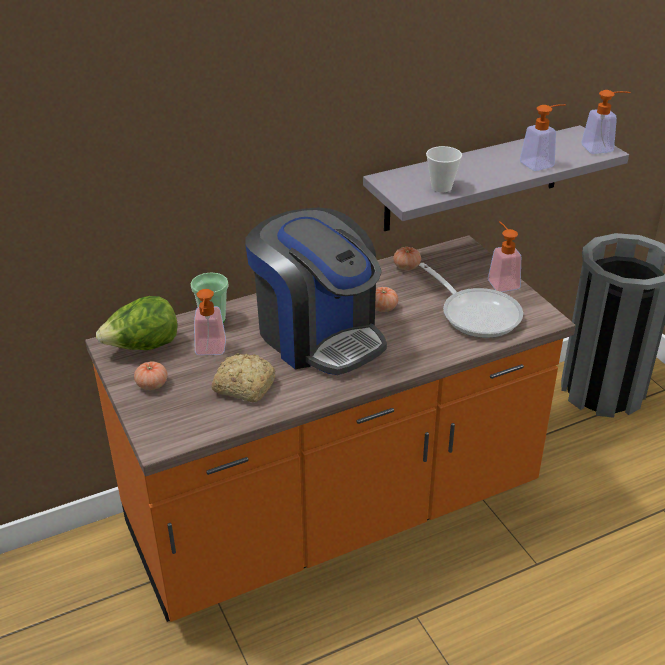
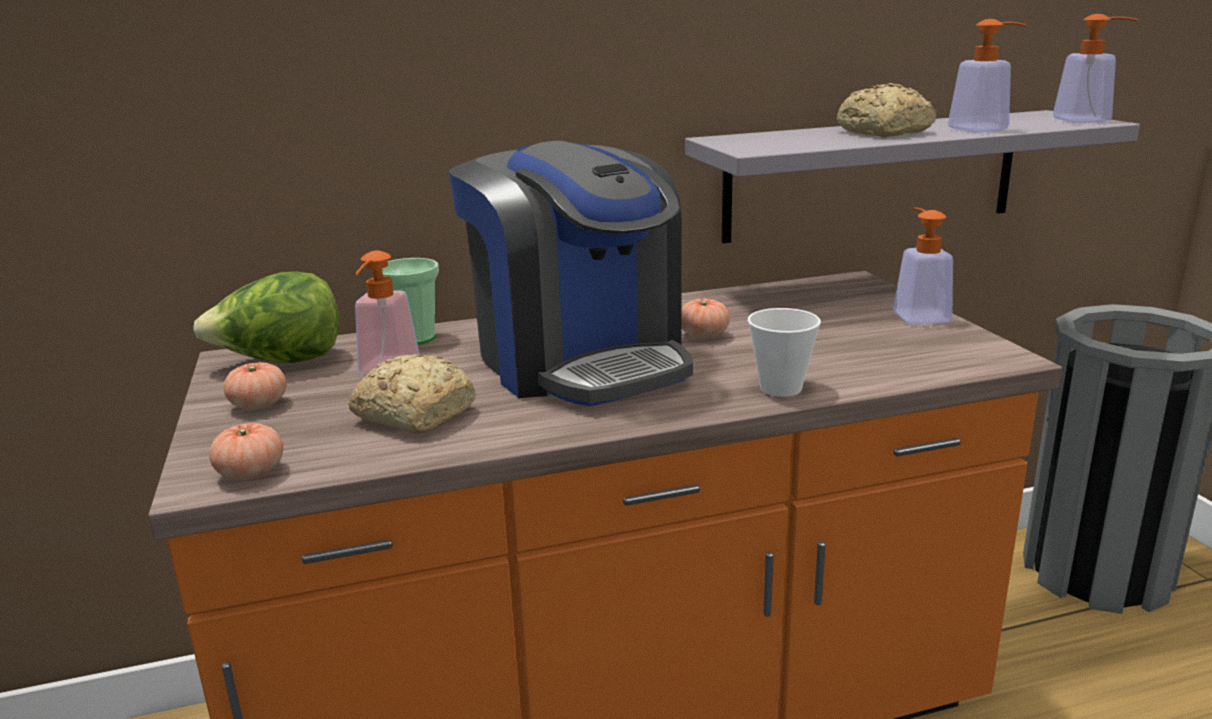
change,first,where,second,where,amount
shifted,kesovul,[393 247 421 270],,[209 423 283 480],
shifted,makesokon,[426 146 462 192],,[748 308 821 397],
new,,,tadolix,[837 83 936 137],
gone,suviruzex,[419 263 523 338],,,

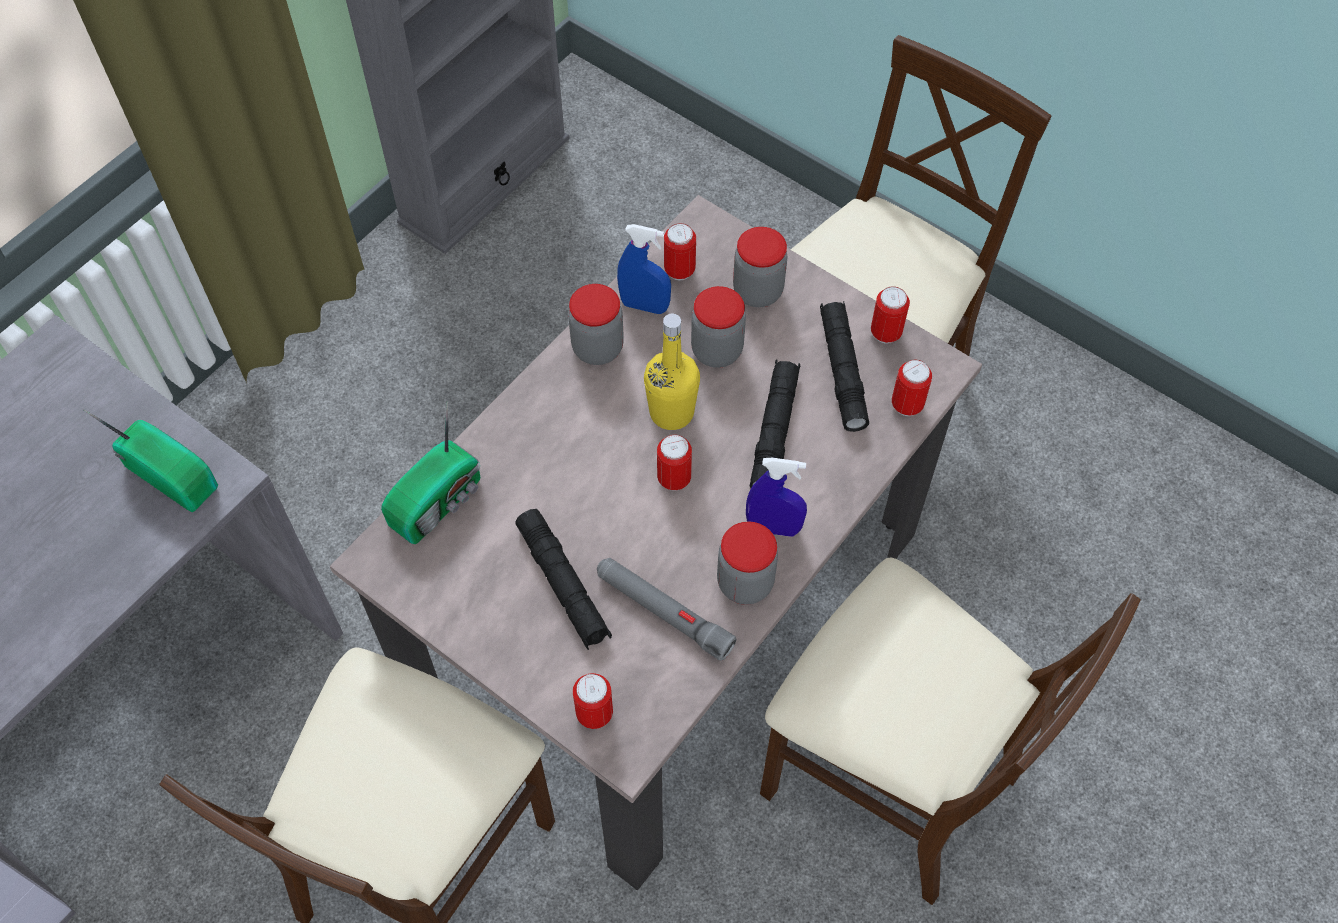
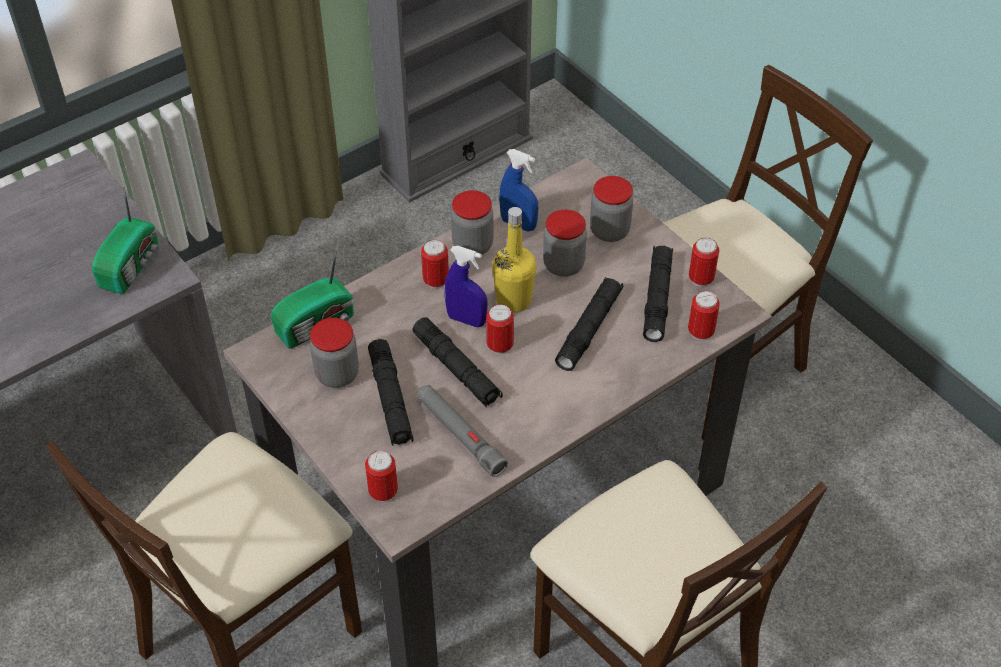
change,first,where,second,where,amount
rotated,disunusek,[84 410 218 512],,[92 180 159 294],60 degrees clockwise
shifted,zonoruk,[717 521 778 605],,[310 318 359 388],
new,,,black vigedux,[412 317 503 407],
shifted,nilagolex,[664 223 696 280],,[421 239 449 289],
shifted,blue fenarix,[746 458 807 537],,[444 246 488 327],

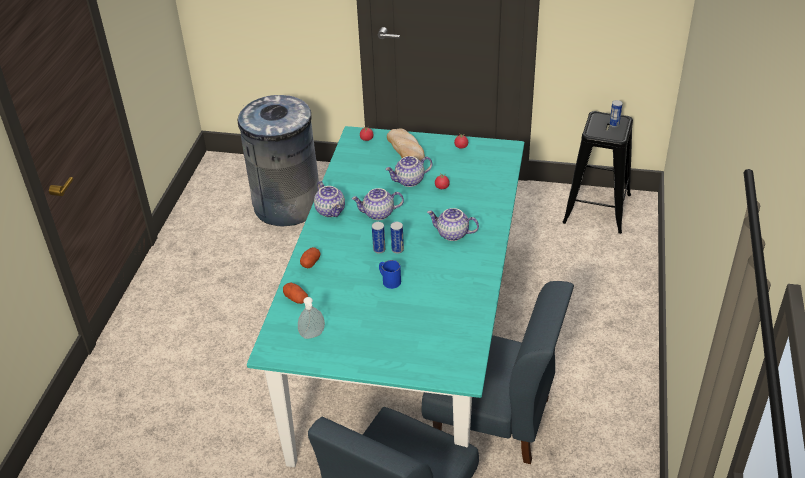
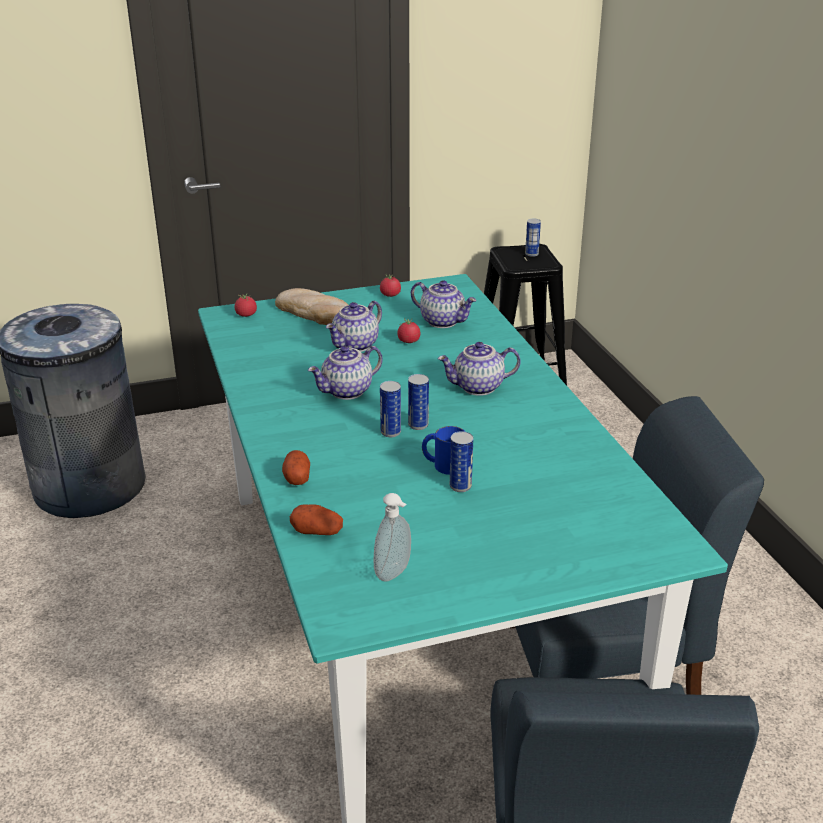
change,first,where,second,where,amount
shifted,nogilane,[314 181 345 217],,[411 280 476 328],
new,,,nilagolex,[450 431 473 492],

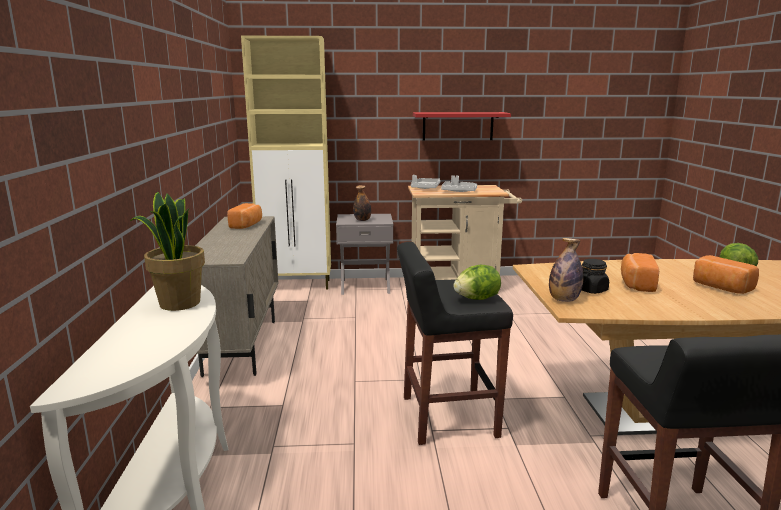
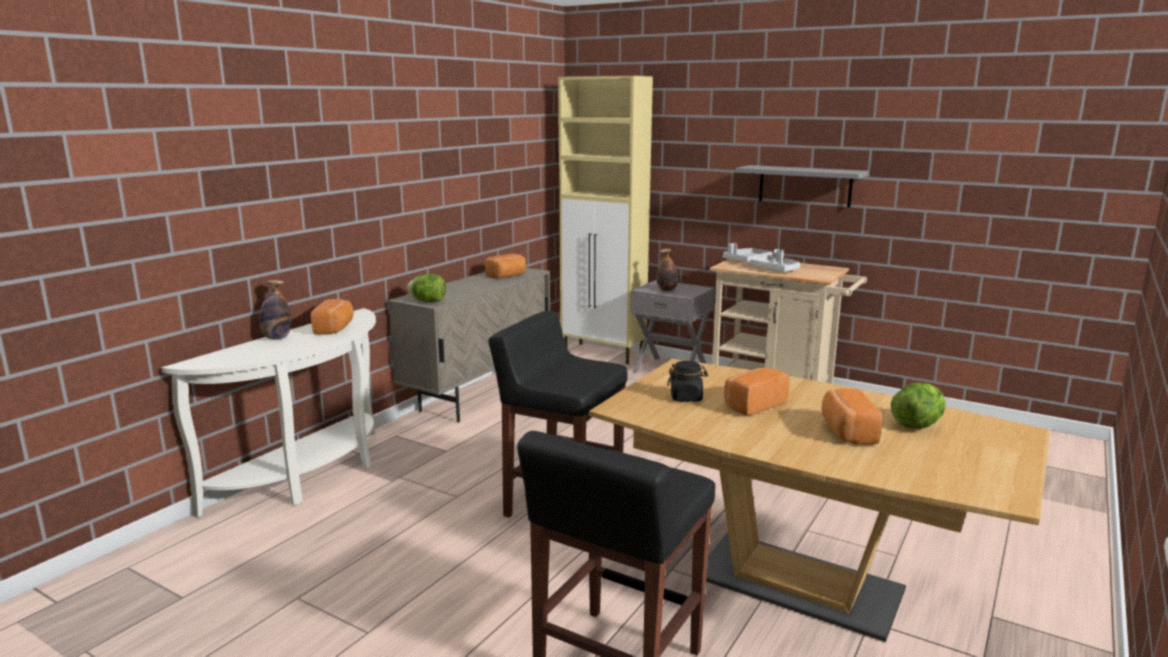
change,first,where,second,where,amount
shifted,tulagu,[549 238 583 302],,[259 280 291 339],
swapped,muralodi,[130 192 205 311],tadolix,[311 299 354 335],
shifted,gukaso,[454 265 501 300],,[407 274 446 302],
repainted,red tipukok,[413 112 511 141],grey tipukok,[736 165 868 208],

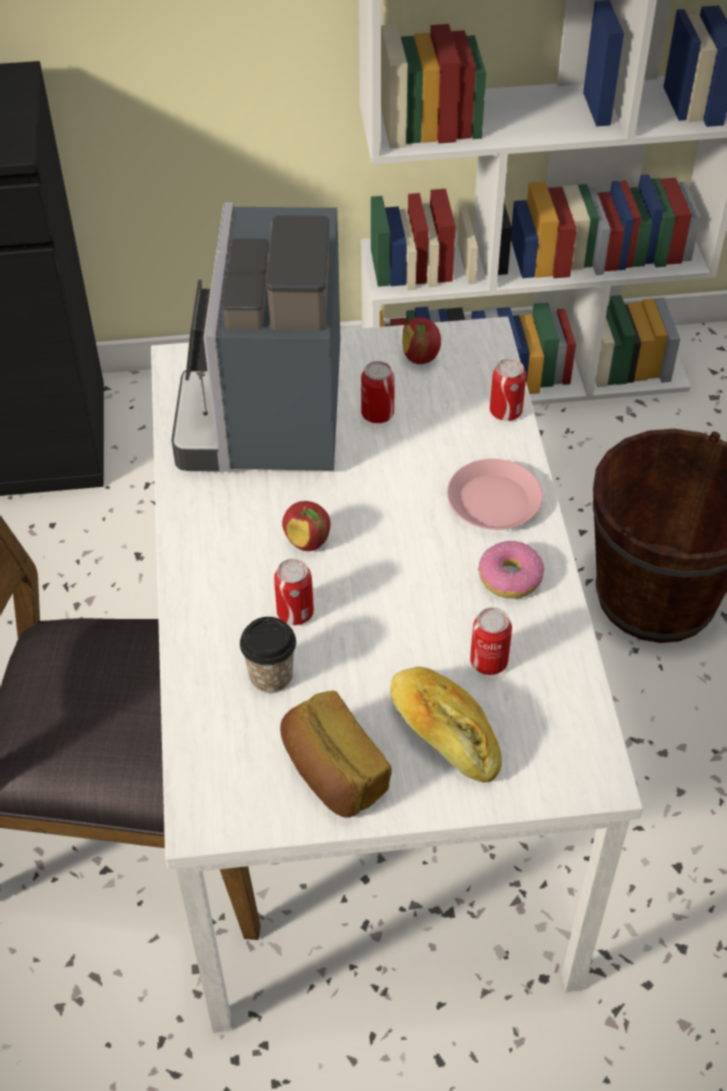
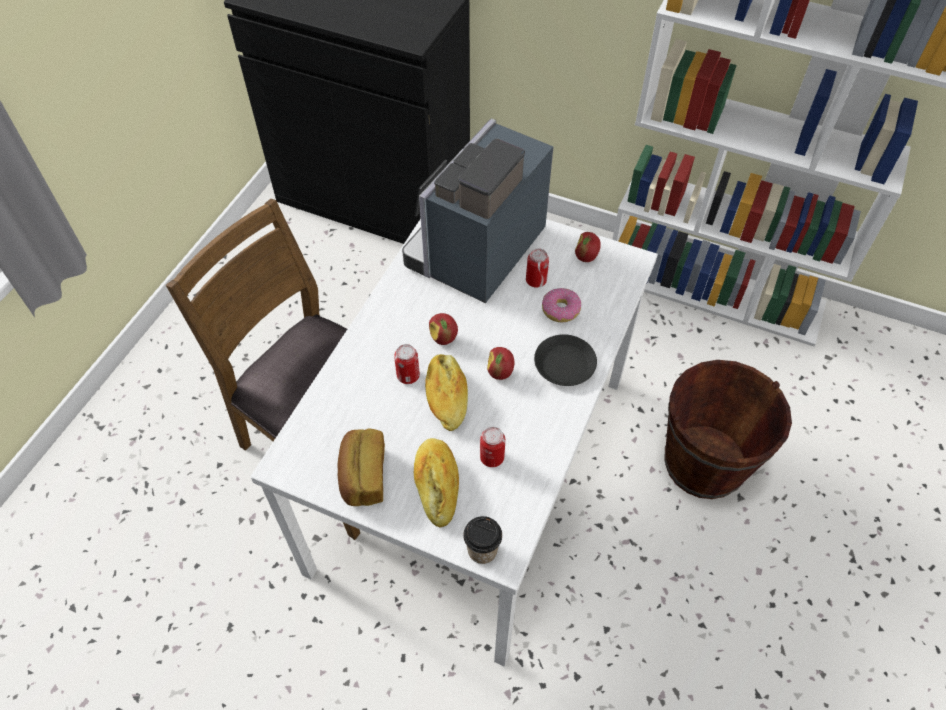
change,first,where,second,where,amount
new,,,tadolix,[425 354 468 431],
shifted,makesokon,[240 617 296 693],,[463 516 502 564],
new,,,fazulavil,[487 347 515 380],
repainted,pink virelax,[447 459 543 530],black virelax,[534 334 597 386],
shifted,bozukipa,[478 541 544 599],,[542 288 581 322],
gone,nilagolex,[490 359 526 421],,,

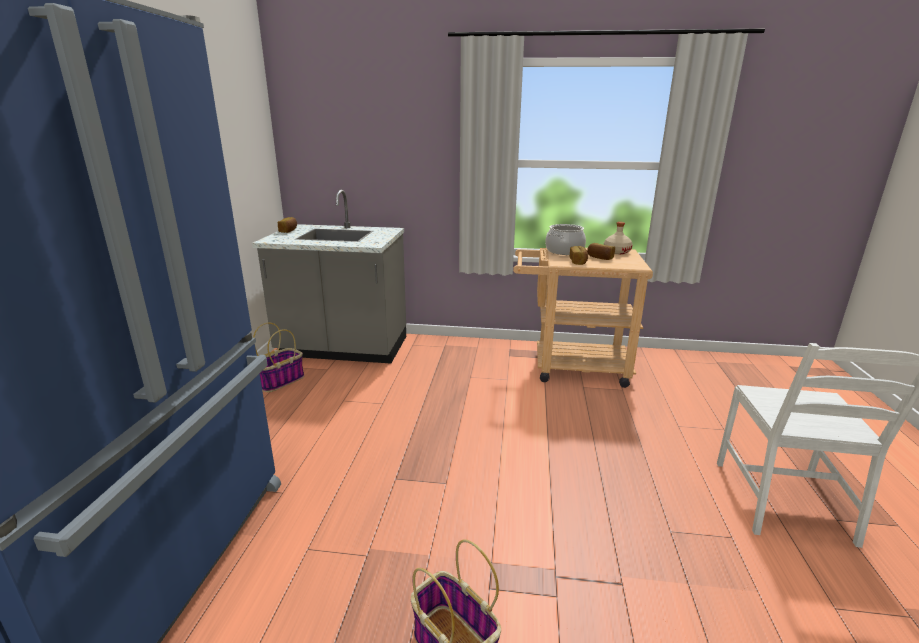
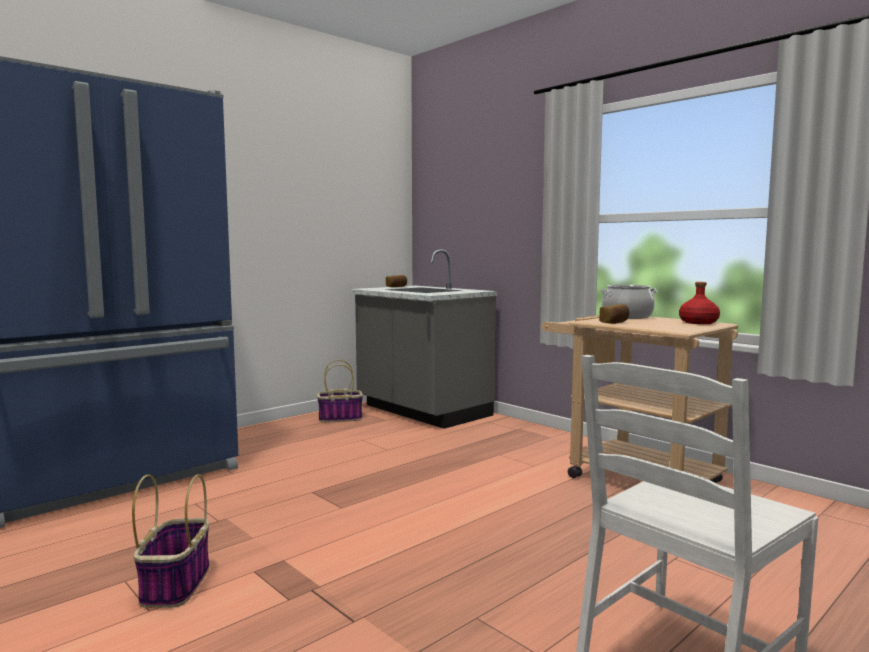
change,first,where,second,where,amount
repainted,beige tulagu,[604 222 633 254],red tulagu,[679 282 720 324],
gone,tadolix,[587 243 615 260],,,

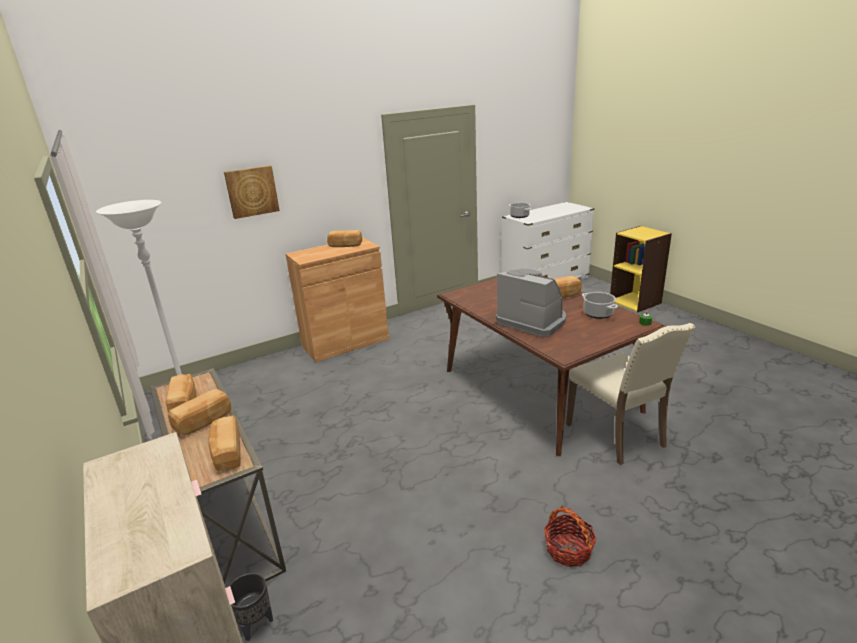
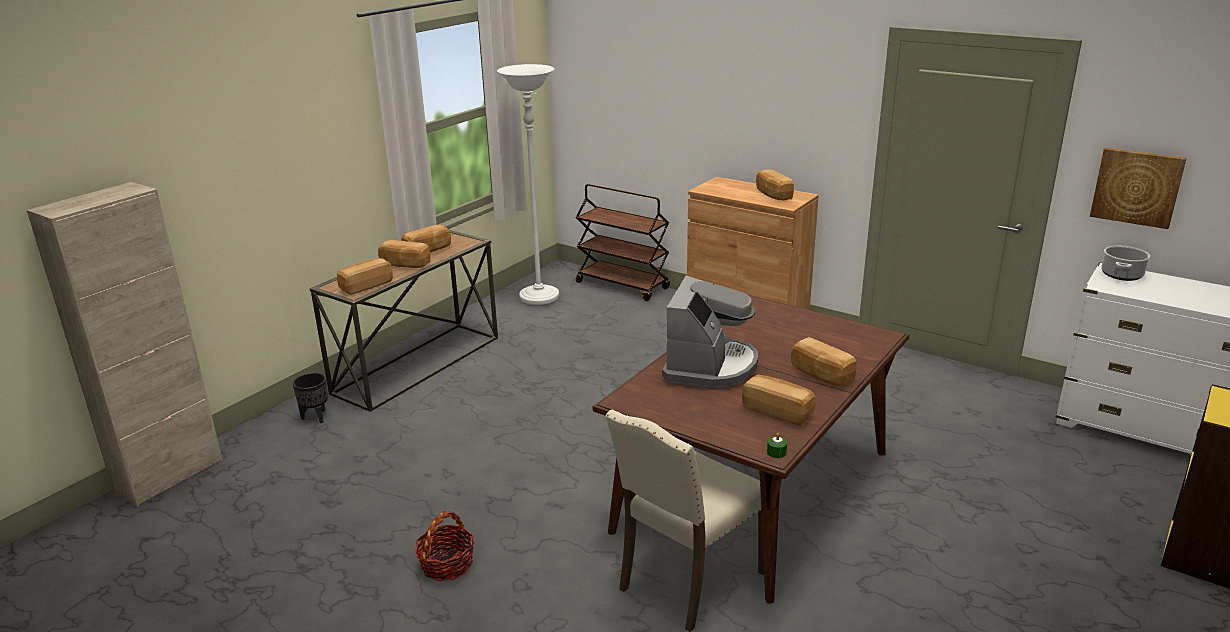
change,first,where,second,where,amount
new,,,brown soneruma,[576 184 670 301],
swapped,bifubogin,[582 292 618 319],tadolix,[742 375 815 426],
shifted,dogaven,[224 165 280 219],,[1090 148 1186 229],

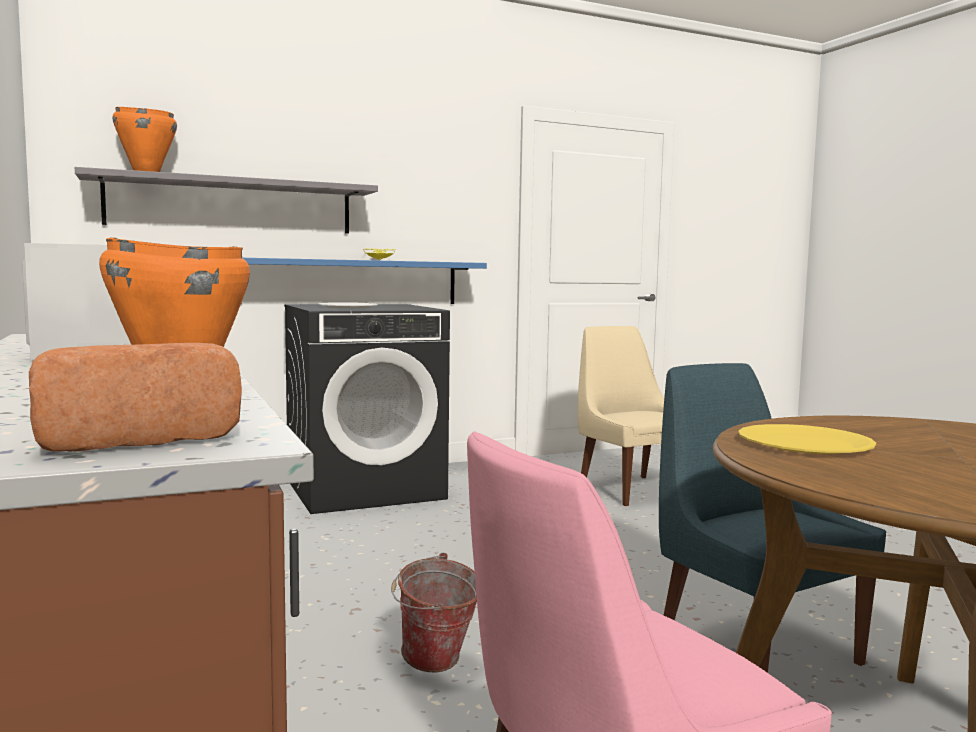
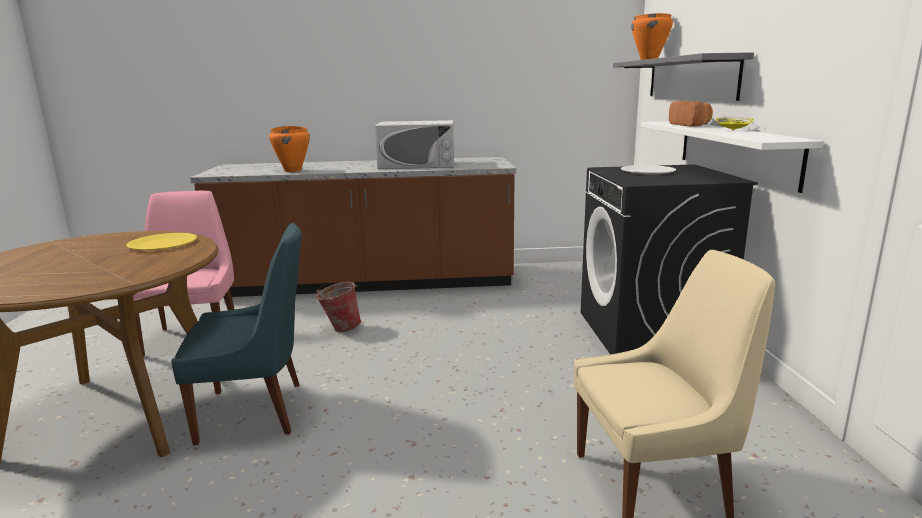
change,first,where,second,where,amount
repainted,blue tipukok,[243 258 487 304],white tipukok,[640 121 824 193],
shifted,tadolix,[29 343 242 451],,[669 101 713 127],

